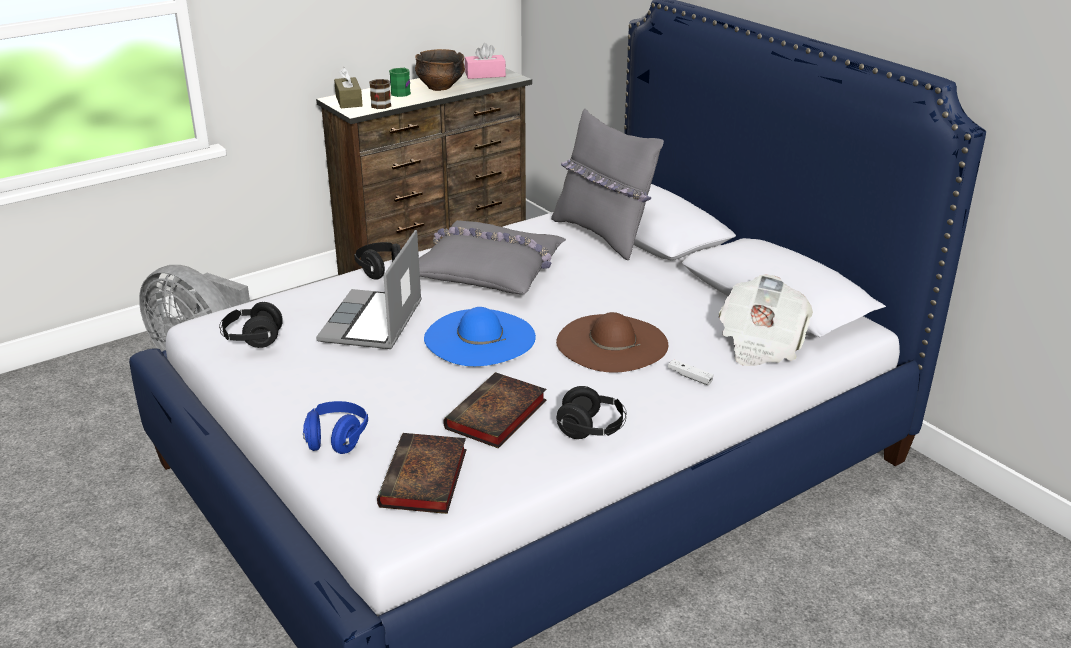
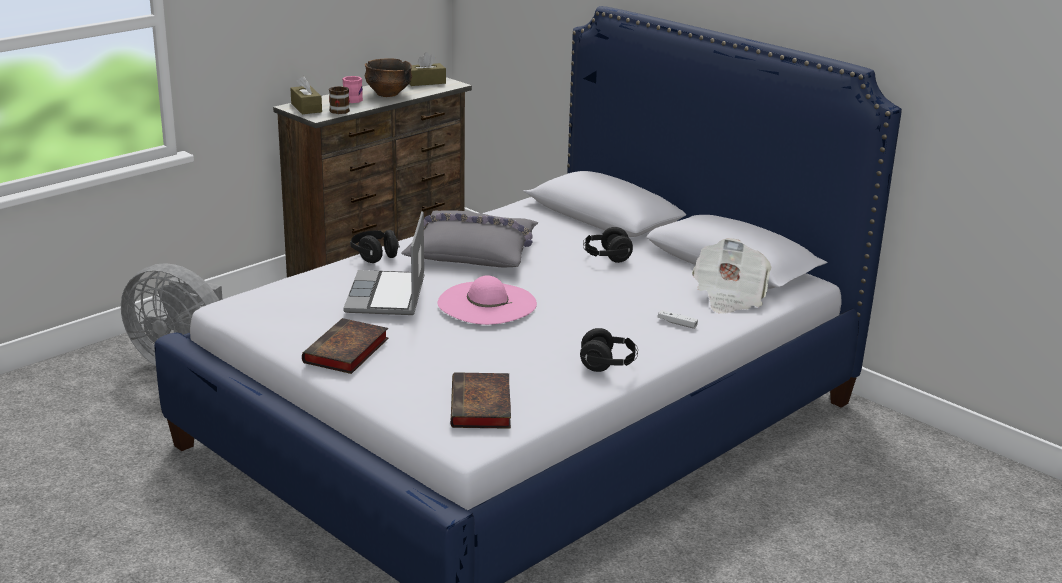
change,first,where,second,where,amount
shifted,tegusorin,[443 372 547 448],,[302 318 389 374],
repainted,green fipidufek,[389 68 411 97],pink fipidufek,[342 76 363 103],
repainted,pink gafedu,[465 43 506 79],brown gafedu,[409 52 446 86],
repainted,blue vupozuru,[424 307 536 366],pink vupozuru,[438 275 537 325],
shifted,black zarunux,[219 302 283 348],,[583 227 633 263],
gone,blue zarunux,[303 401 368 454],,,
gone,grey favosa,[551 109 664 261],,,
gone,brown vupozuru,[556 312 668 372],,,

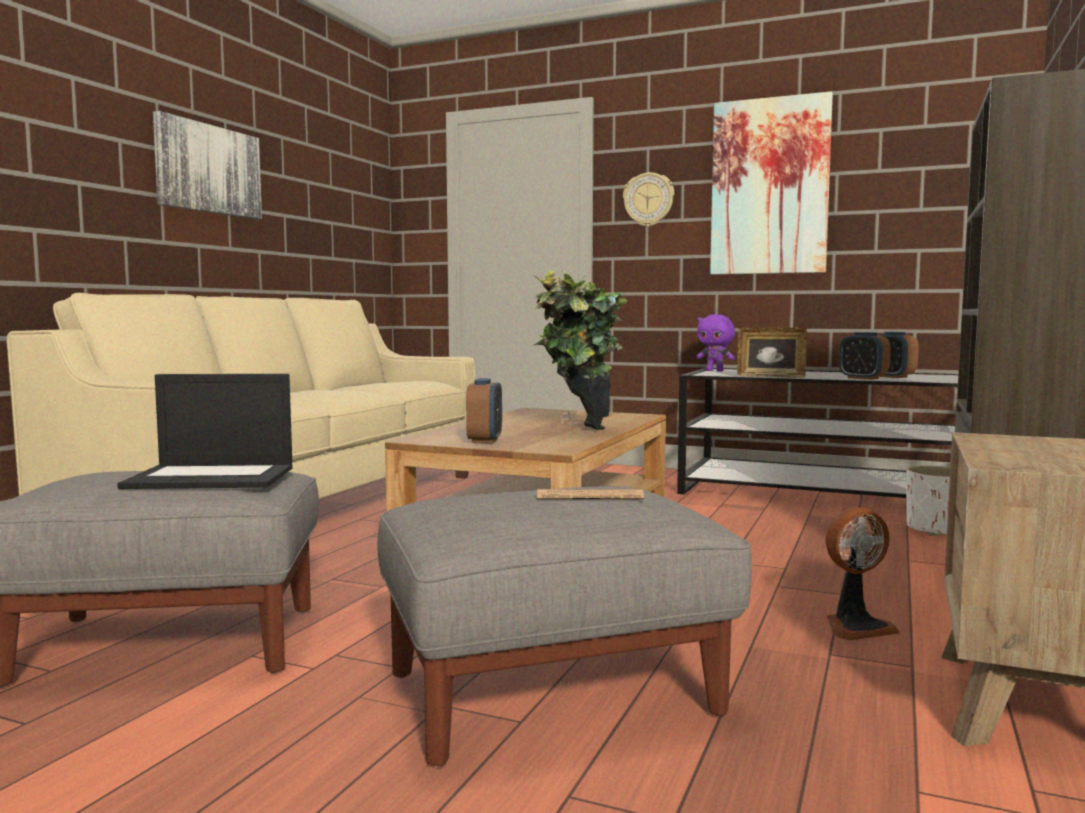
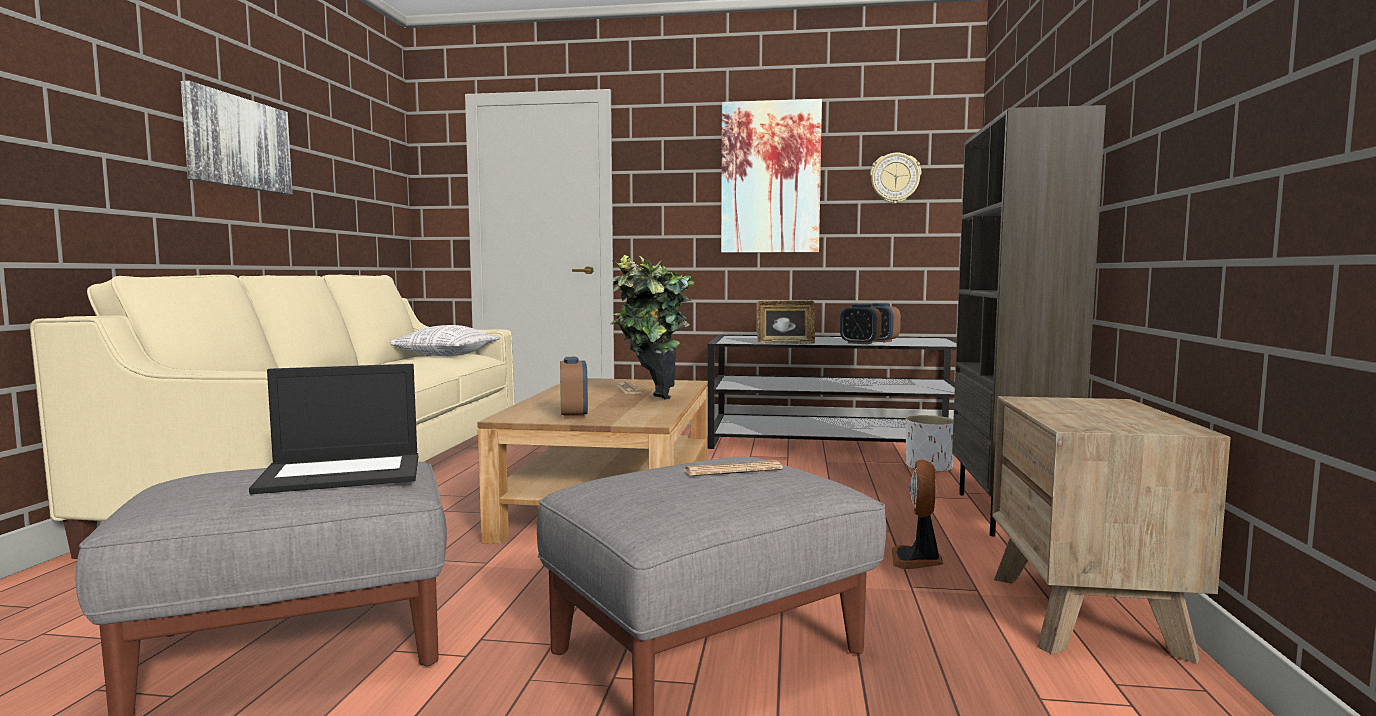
change,first,where,second,where,amount
new,,,favosa,[390 325 500 356],
shifted,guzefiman,[623 172 674 227],,[870 153 921 204],
rotated,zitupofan,[825 507 900 640],,[892 460 943 569],135 degrees clockwise
gone,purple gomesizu,[696 314 735 372],,,

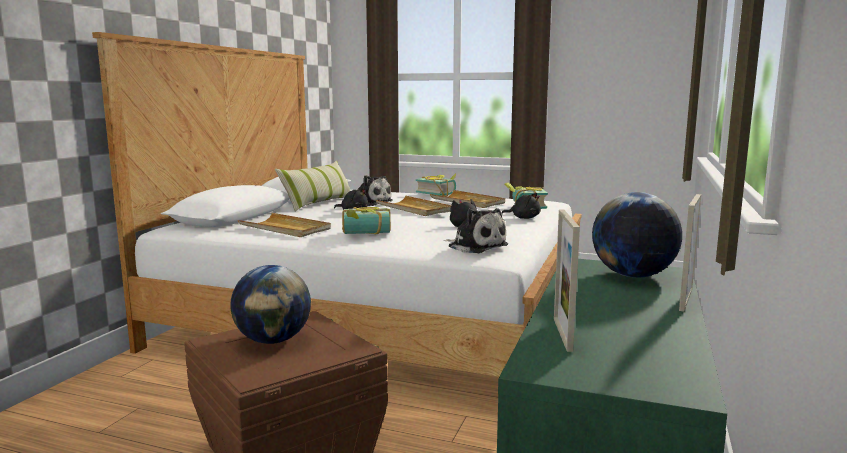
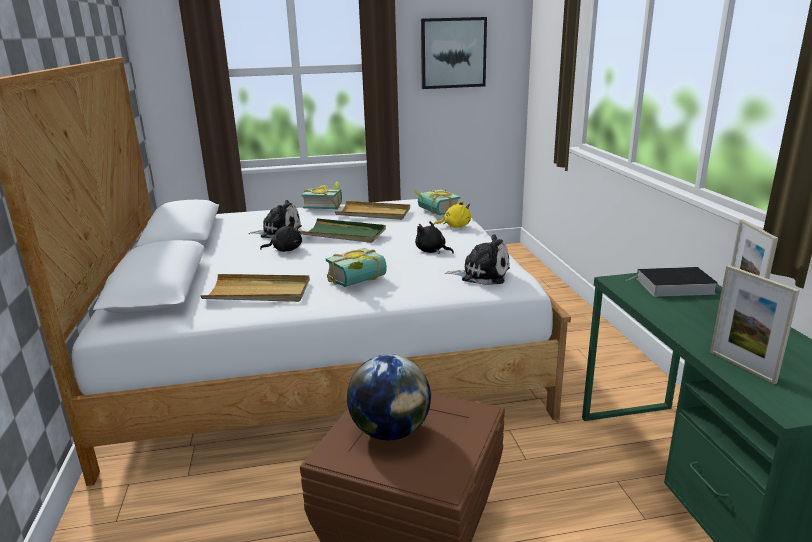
change,first,where,second,where,amount
repainted,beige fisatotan,[376 195 451 216],green fisatotan,[299 218 386 243],
new,,,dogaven,[421 17 487 89],
repainted,black gomesizu,[501 193 541 219],yellow gomesizu,[433 201 471 228],
swapped,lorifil,[592 192 682 277],tegusorin,[626 267 718 297],
gone,favosa,[275 161 351 212],,,

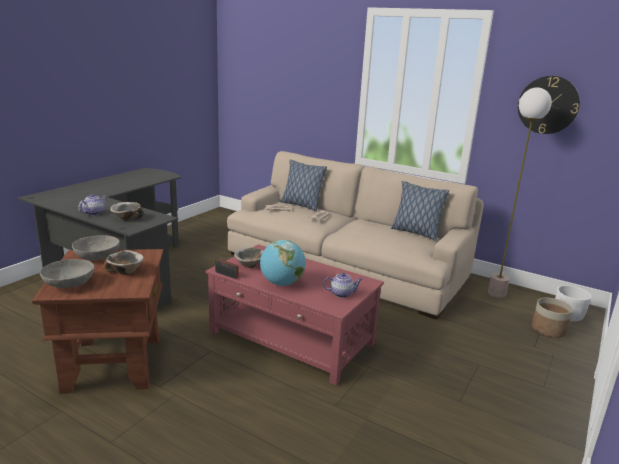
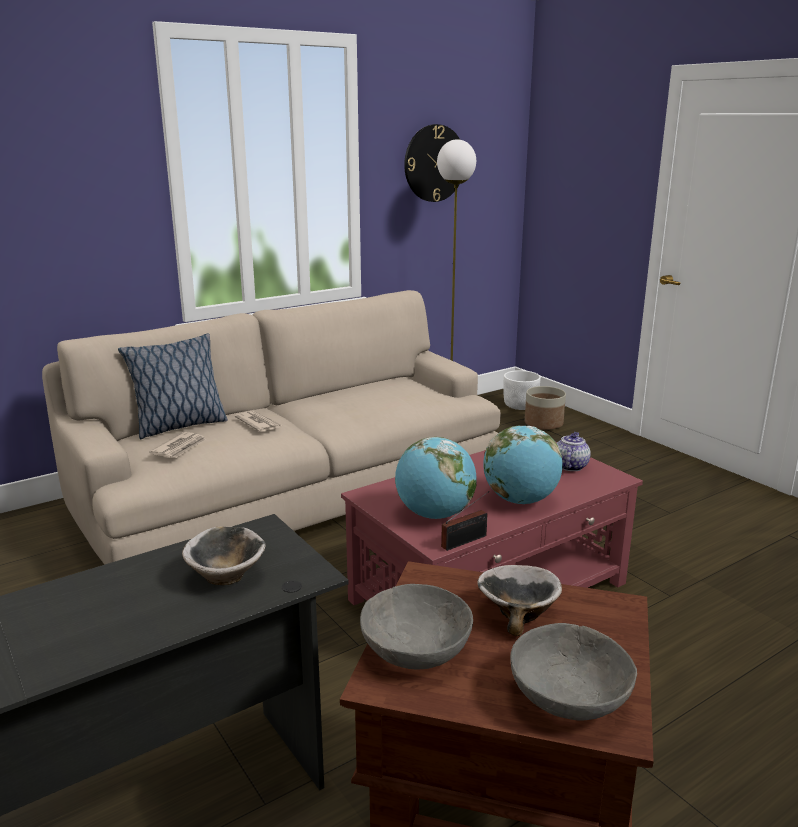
change,first,where,second,where,amount
swapped,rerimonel,[234 247 263 268],lorifil,[395 437 477 519],
gone,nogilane,[78 194 107 215],,,
gone,favosa,[391 181 449 241],,,

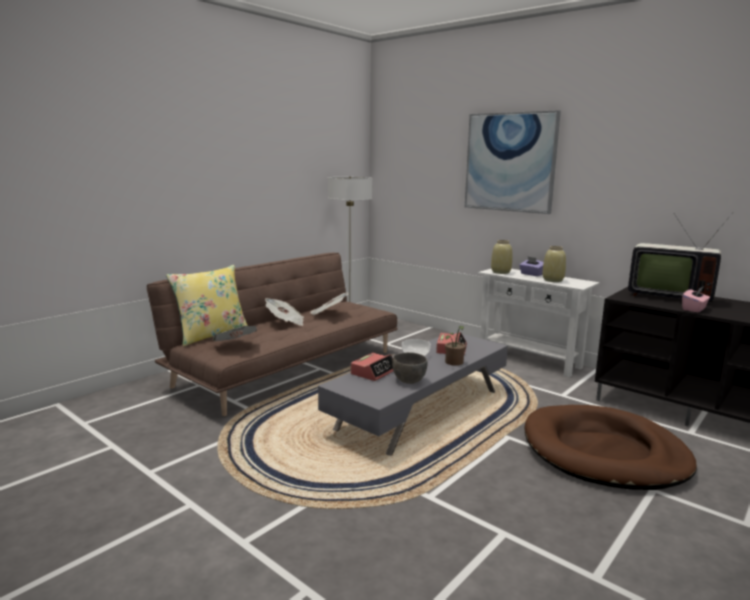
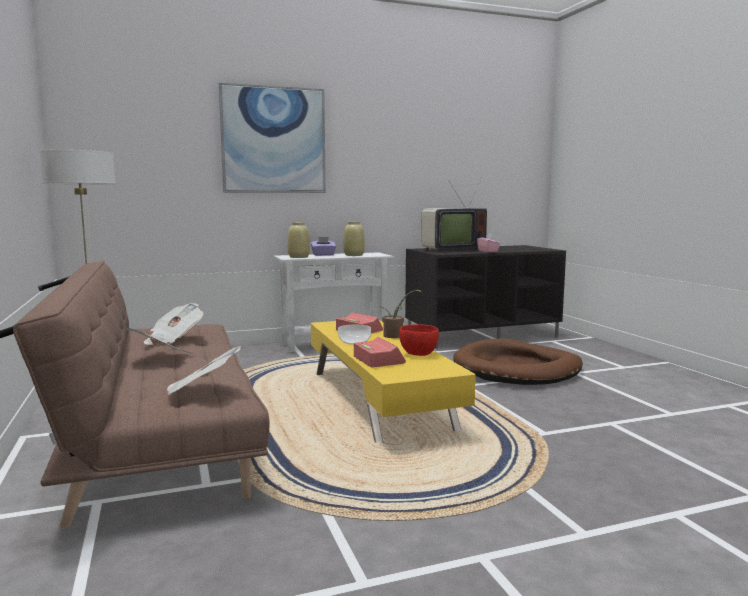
change,first,where,second,where,amount
repainted,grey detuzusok,[318 331 508 456],yellow detuzusok,[311 320 476 443],
repainted,grey rerimonel,[392 352 428 384],red rerimonel,[399 324 439 356],
gone,yellow favosa,[166 265 248 346],,,

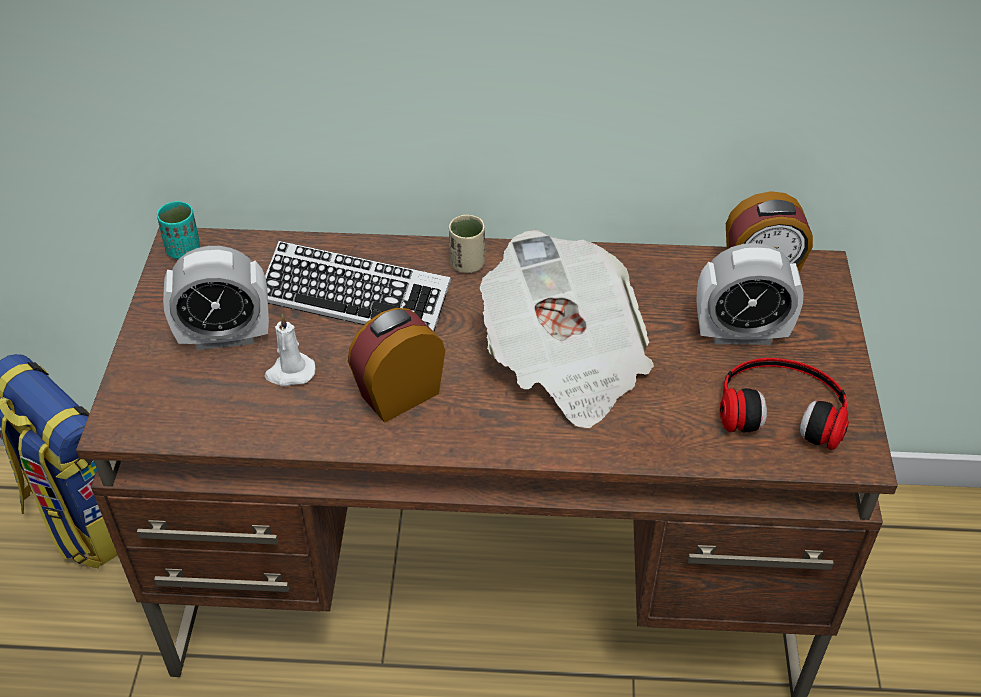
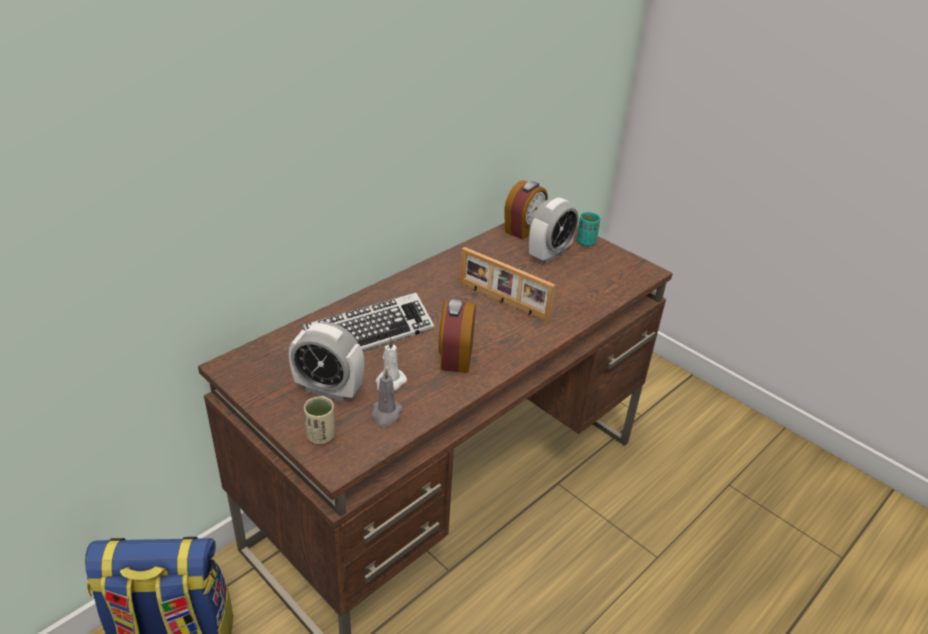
change,first,where,second,where,amount
rotated,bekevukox,[163 246 269 350],,[289 322 364 402],75 degrees clockwise
shifted,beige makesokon,[449 215 485 273],,[304 396 335 444],
new,,,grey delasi,[372 368 403 427],
swapped,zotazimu,[480 230 654 428],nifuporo,[460 247 555 322],
shifted,turquoise makesokon,[157 201 200 259],,[577 212 600 246],
gone,zarunux,[720 358 849 450],,,

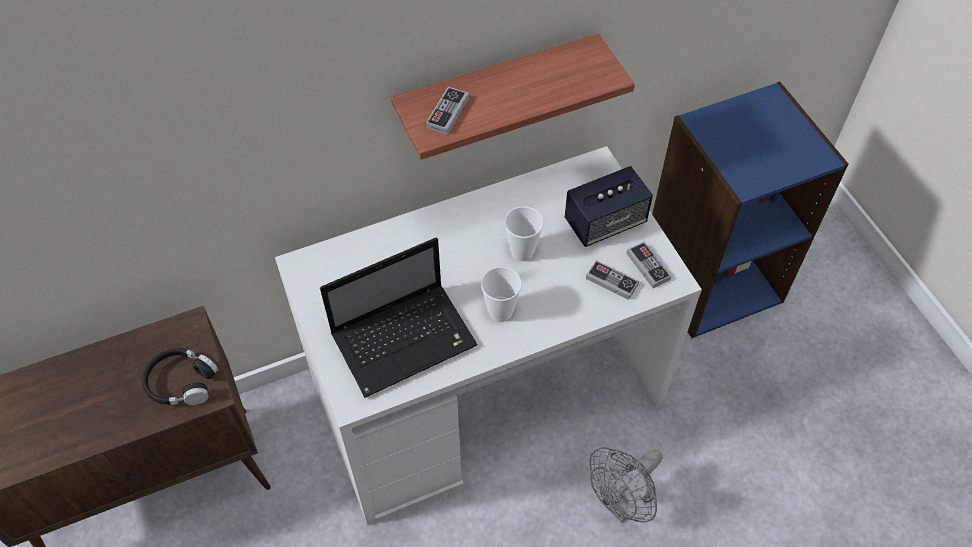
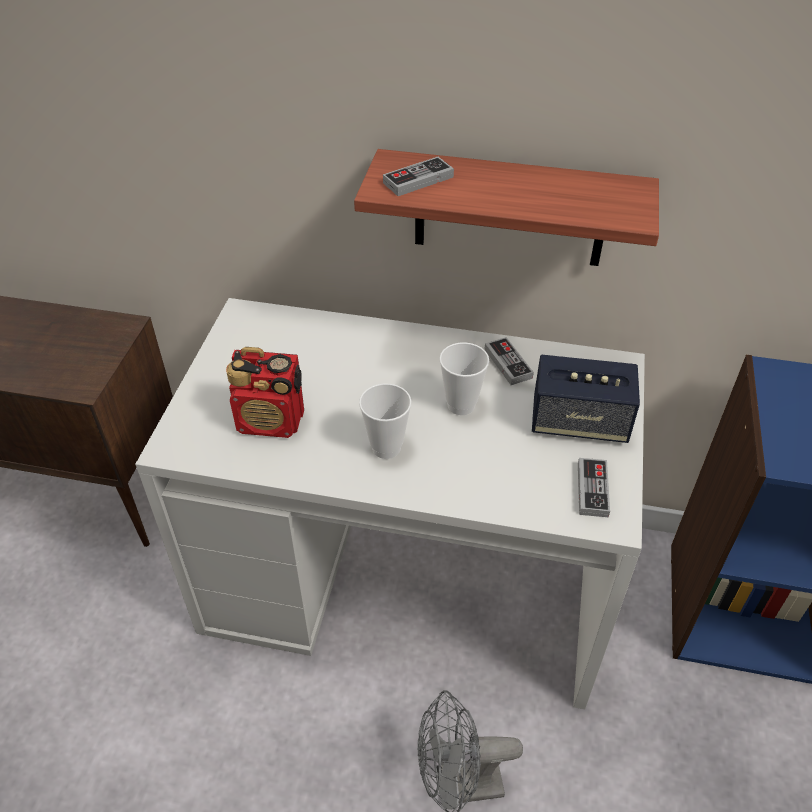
change,first,where,second,where,amount
swapped,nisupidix,[320 238 478 398],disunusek,[226 347 304 438],
shifted,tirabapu,[586 260 639 300],,[484 337 534 385],
gone,black zarunux,[142 348 218 405],,,

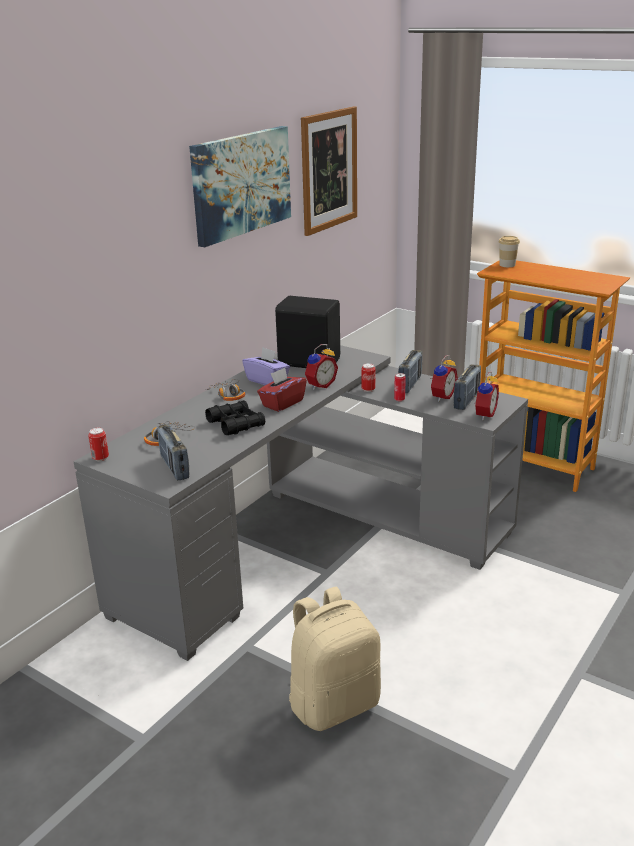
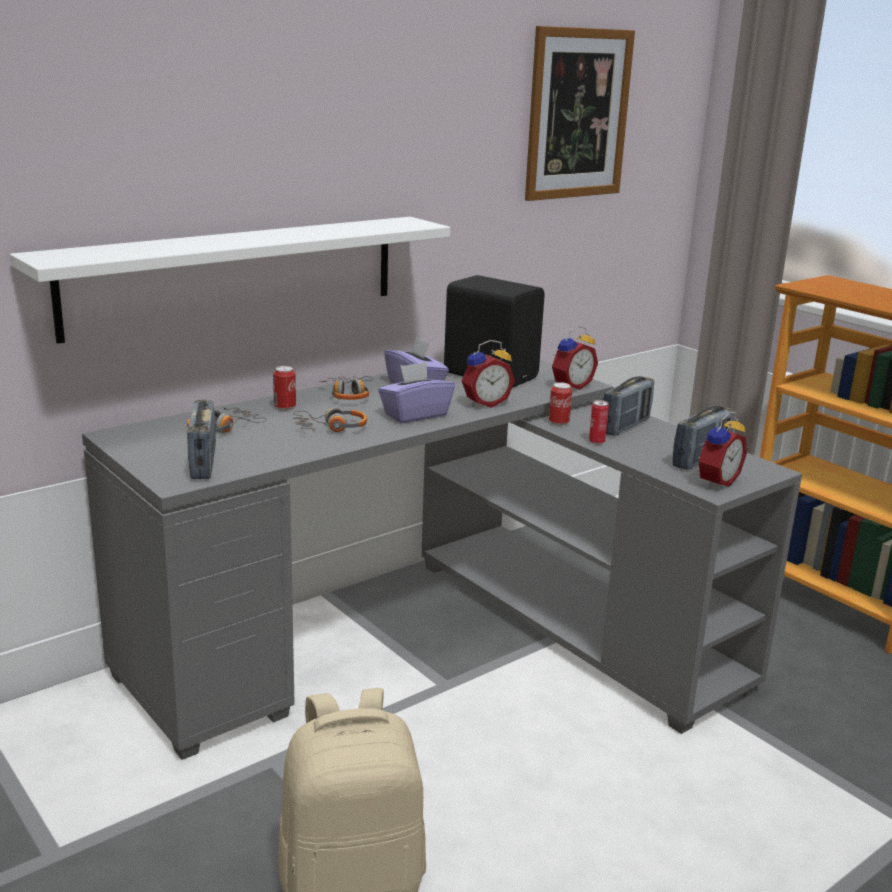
change,first,where,second,where,amount
new,,,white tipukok,[10 217 450 344],
shifted,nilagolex,[88 428 109 461],,[273 366 296 411],
swapped,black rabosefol,[205 400 265 435],zarunux,[293 407 367 432],
repainted,red gafedu,[257 368 307 412],purple gafedu,[378 362 455 423],
shifted,bekevukox,[430 355 458 402],,[552 326 598 390],
gone,dogaven,[189 126 291 247],,,
gone,makesokon,[499 236 520 267],,,

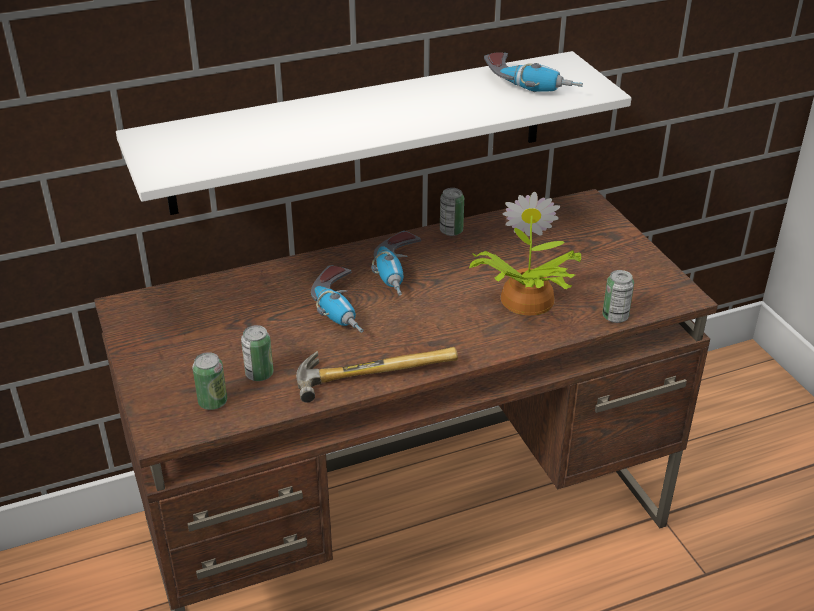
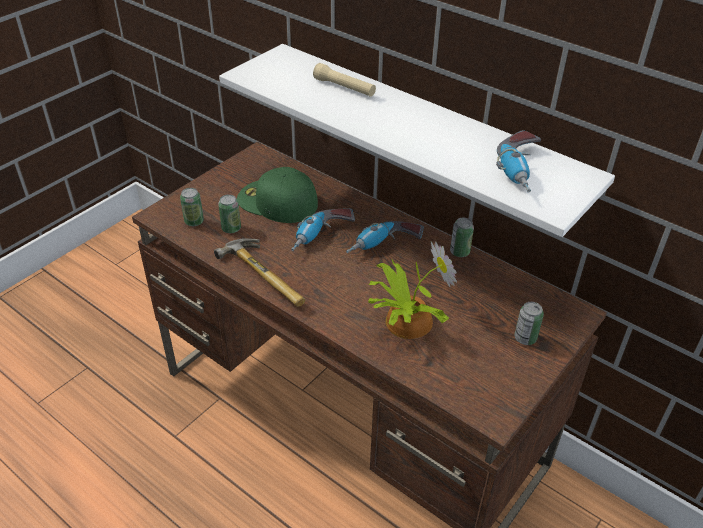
change,first,where,second,where,amount
new,,,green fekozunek,[237 167 318 223],
new,,,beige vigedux,[313 63 376 97],
shifted,nilagolex,[602 270 634 323],,[514 302 544 345],

